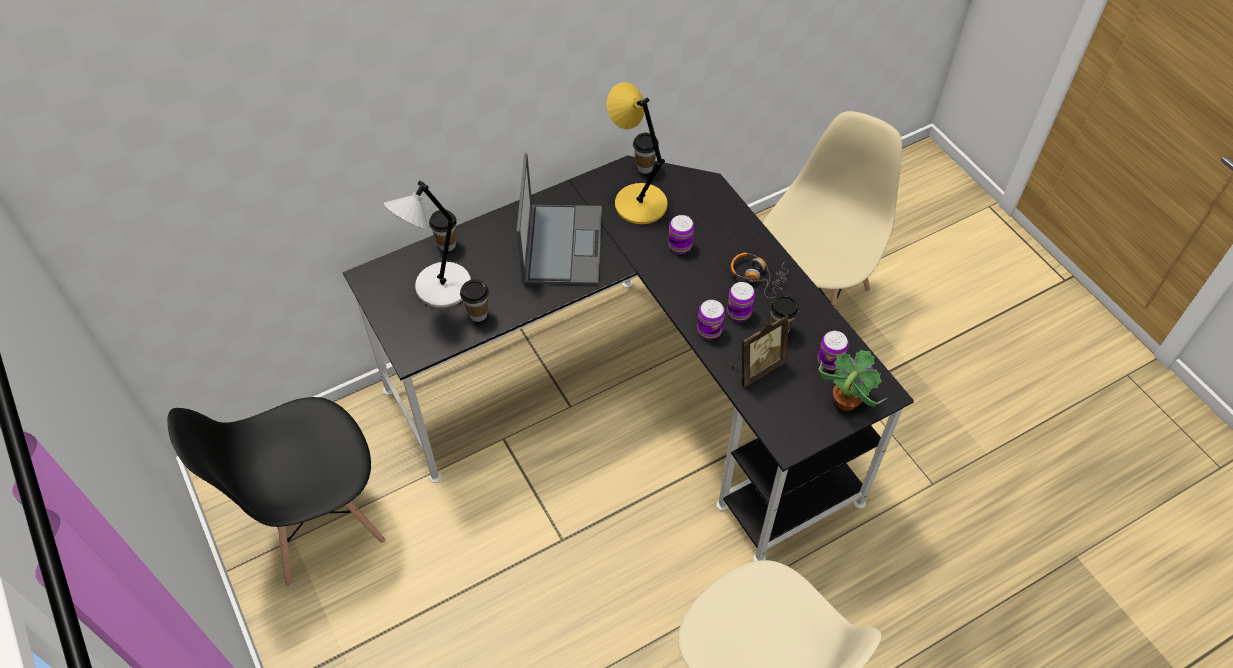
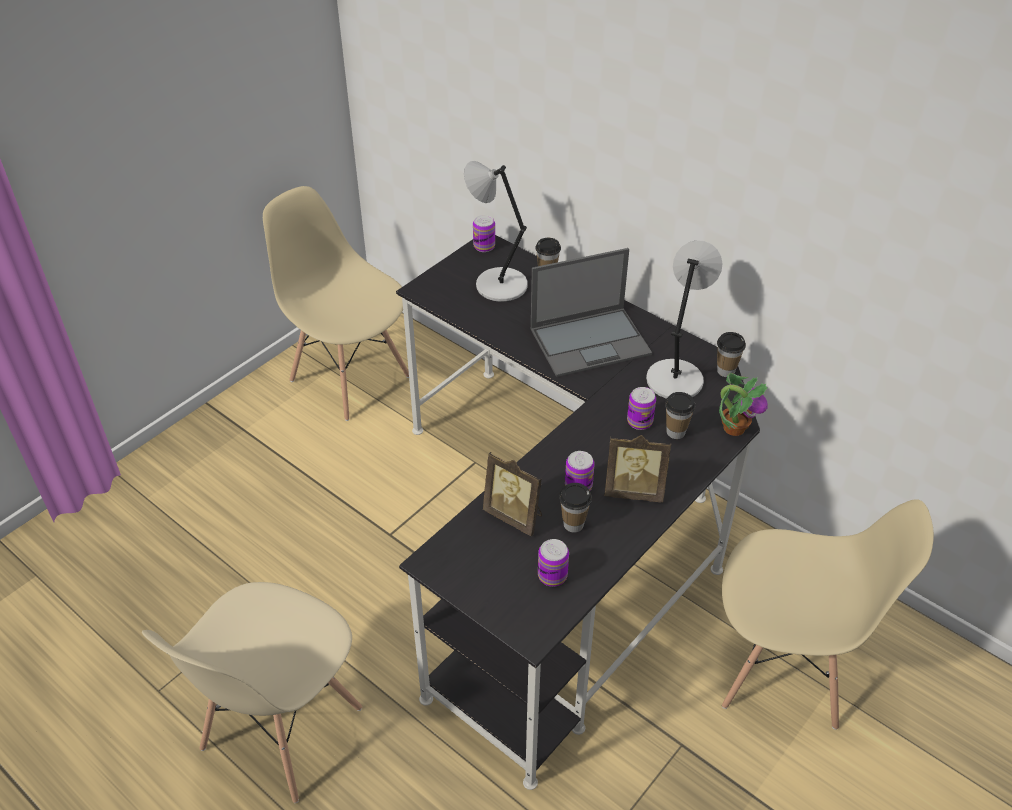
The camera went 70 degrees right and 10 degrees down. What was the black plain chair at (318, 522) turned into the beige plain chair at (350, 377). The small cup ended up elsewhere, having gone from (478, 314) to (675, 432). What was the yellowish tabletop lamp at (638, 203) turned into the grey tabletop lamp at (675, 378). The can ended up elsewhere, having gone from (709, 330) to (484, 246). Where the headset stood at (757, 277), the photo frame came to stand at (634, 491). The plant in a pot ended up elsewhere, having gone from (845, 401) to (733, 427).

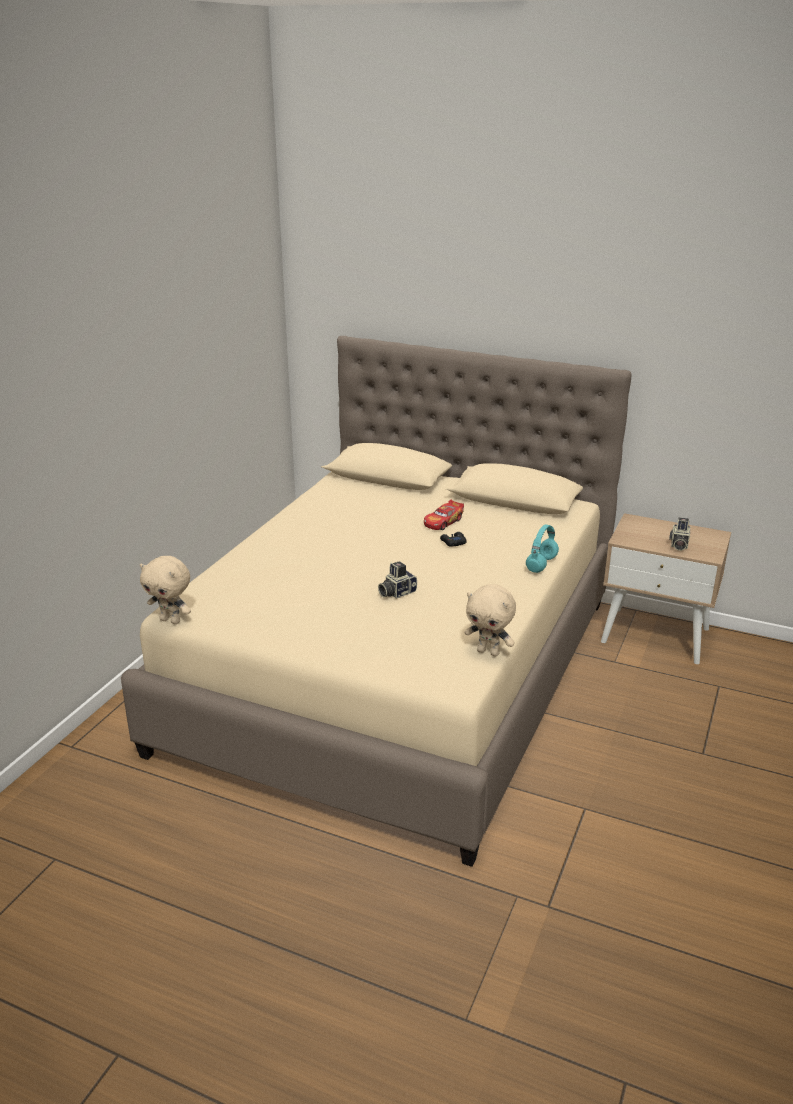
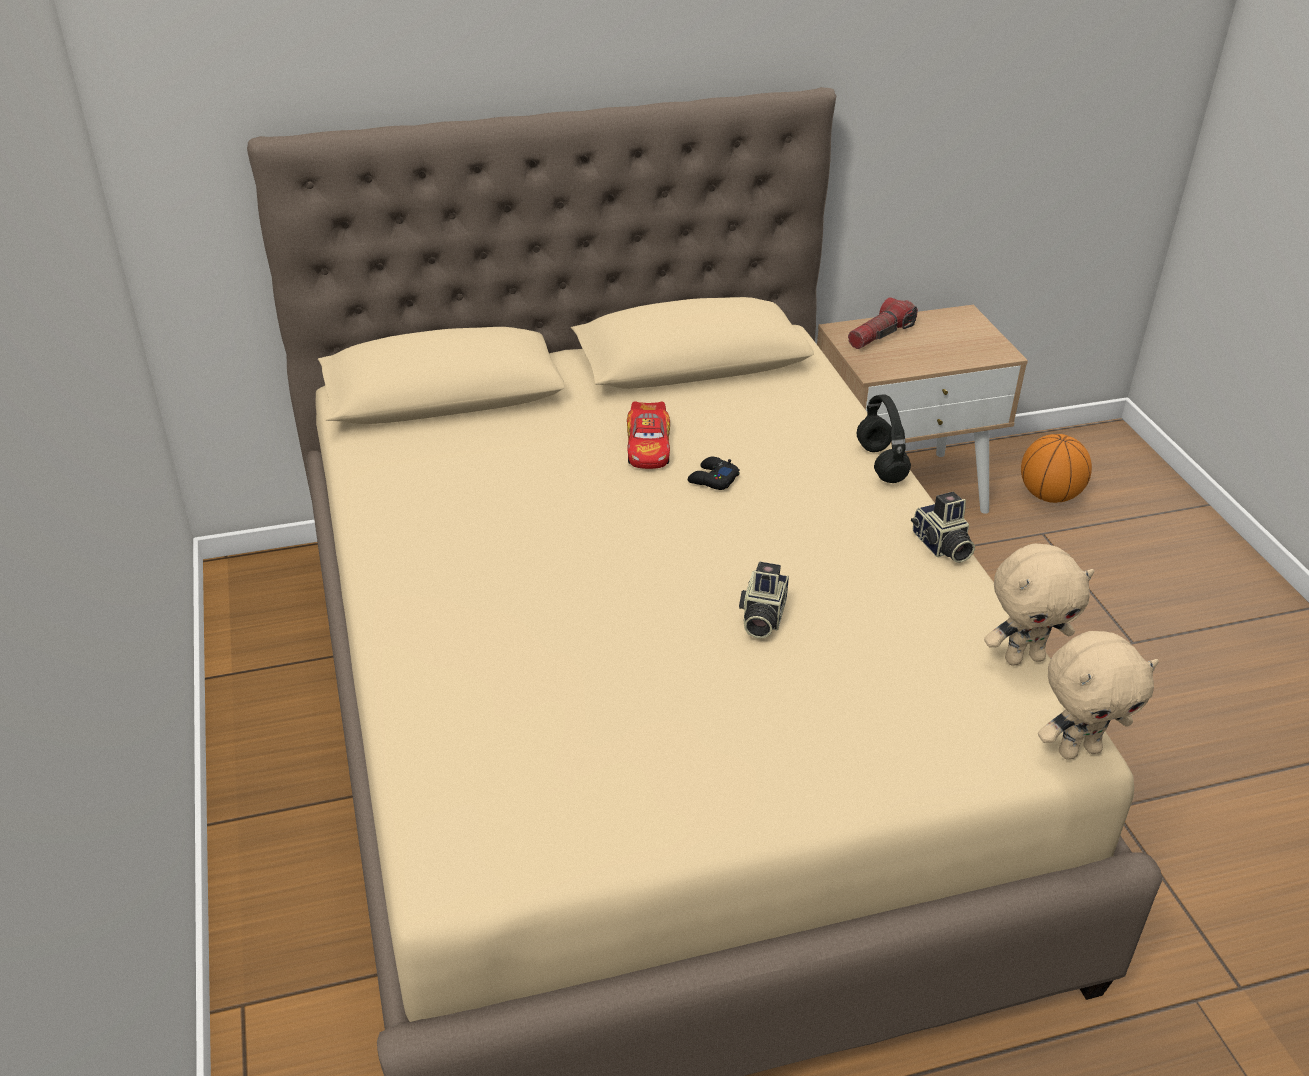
The camera went 40 degrees left and 10 degrees up. The beige soft toy ended up elsewhere, having gone from (171, 620) to (1078, 749). What was the turquoise-coloured headset at (541, 565) turned into the black headset at (882, 464). The still camera ended up elsewhere, having gone from (678, 545) to (941, 546). The second view gained the flashlight at (880, 335). The second view gained the ball for basketball at (1049, 495).

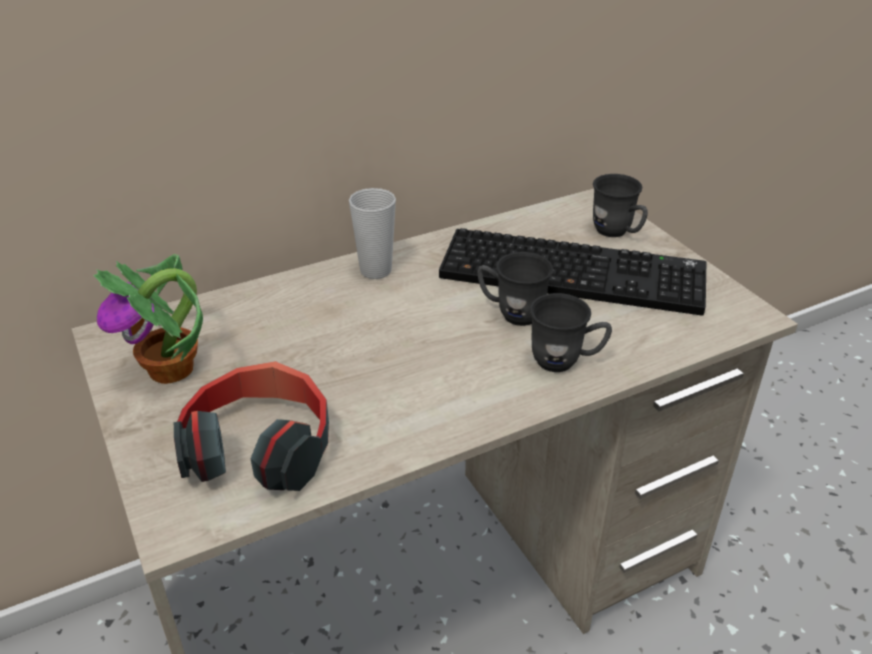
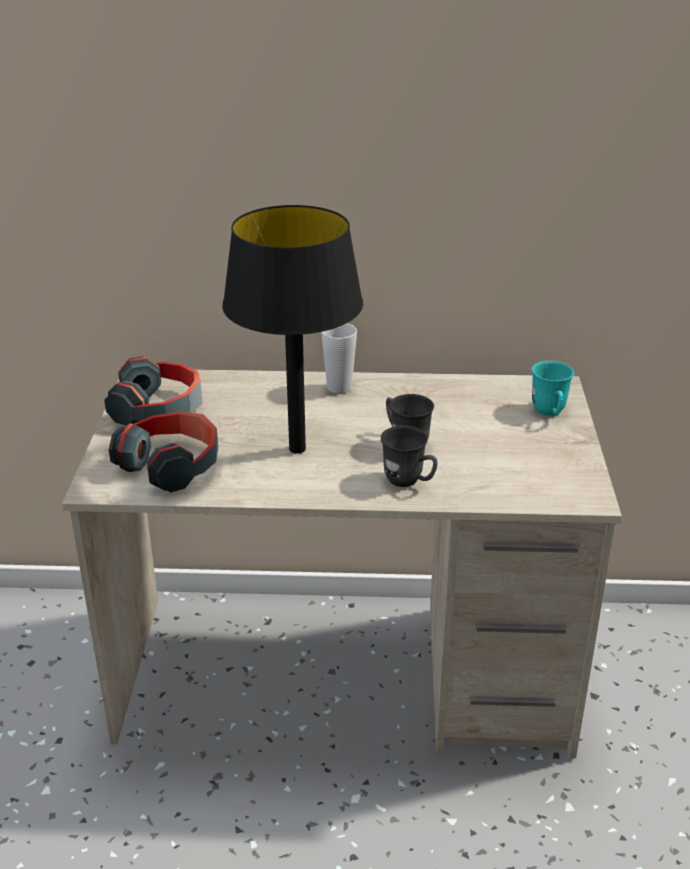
The camera went 30 degrees right and 5 degrees down. Where the plant in a pot stood at (172, 370), the headset came to stand at (159, 408). The second view lost the PC keyboard at (575, 272). What was the grey tea mug at (617, 233) turned into the turquoise-coloured tea mug at (550, 413). The second view gained the black tabletop lamp at (296, 449).

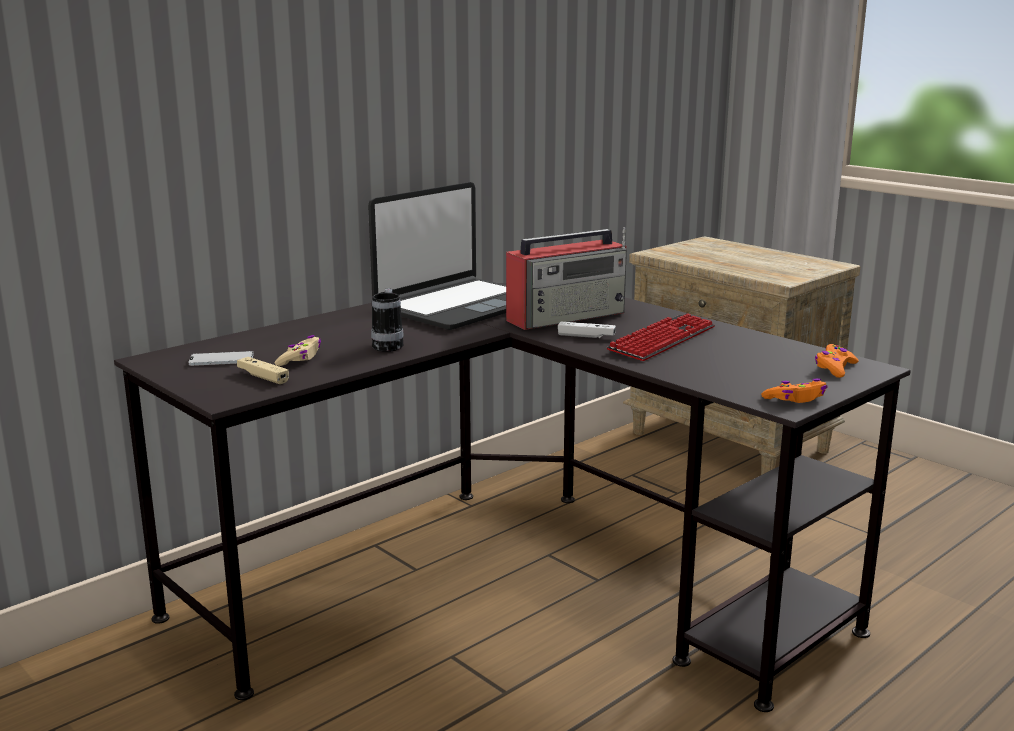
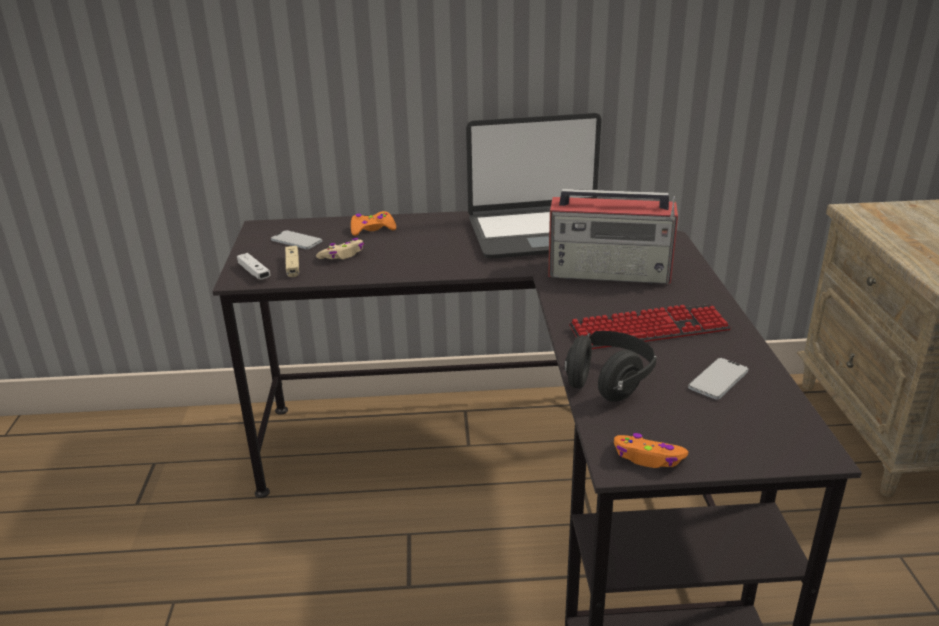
The camera went 40 degrees right and 10 degrees up. The second view lost the tea mug at (388, 345). The whitish joypad ended up elsewhere, having gone from (586, 336) to (254, 272). The orange joypad ended up elsewhere, having gone from (835, 368) to (372, 229). The second view gained the black headset at (608, 382). The second view gained the telephone at (718, 380).

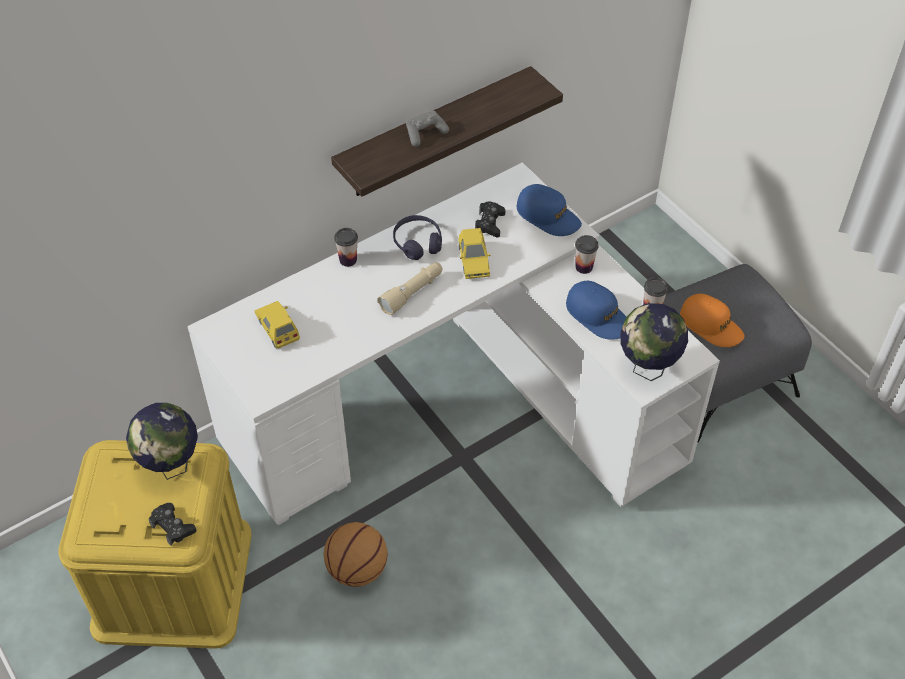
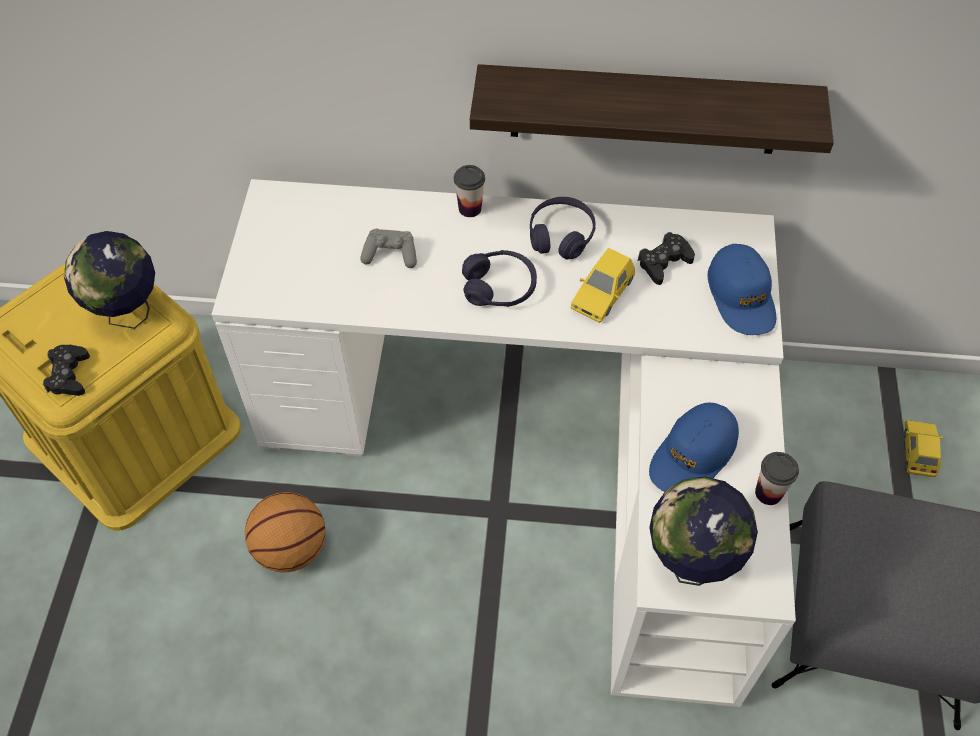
The camera went 40 degrees right and 5 degrees up. The yellowish miniature car ended up elsewhere, having gone from (277, 328) to (918, 451). Where the beige flashlight stood at (412, 293), the purplish headset came to stand at (499, 287). The grey joypad ended up elsewhere, having gone from (425, 133) to (390, 255). The blue-coloured cap at (598, 315) ended up facing another way, 45 degrees clockwise from before. The second view lost the small cup at (584, 267). The second view lost the orange cap at (711, 325).

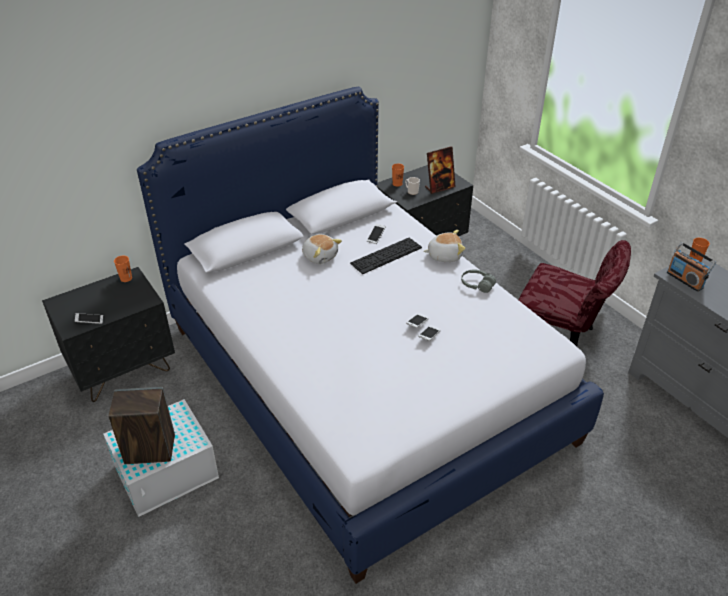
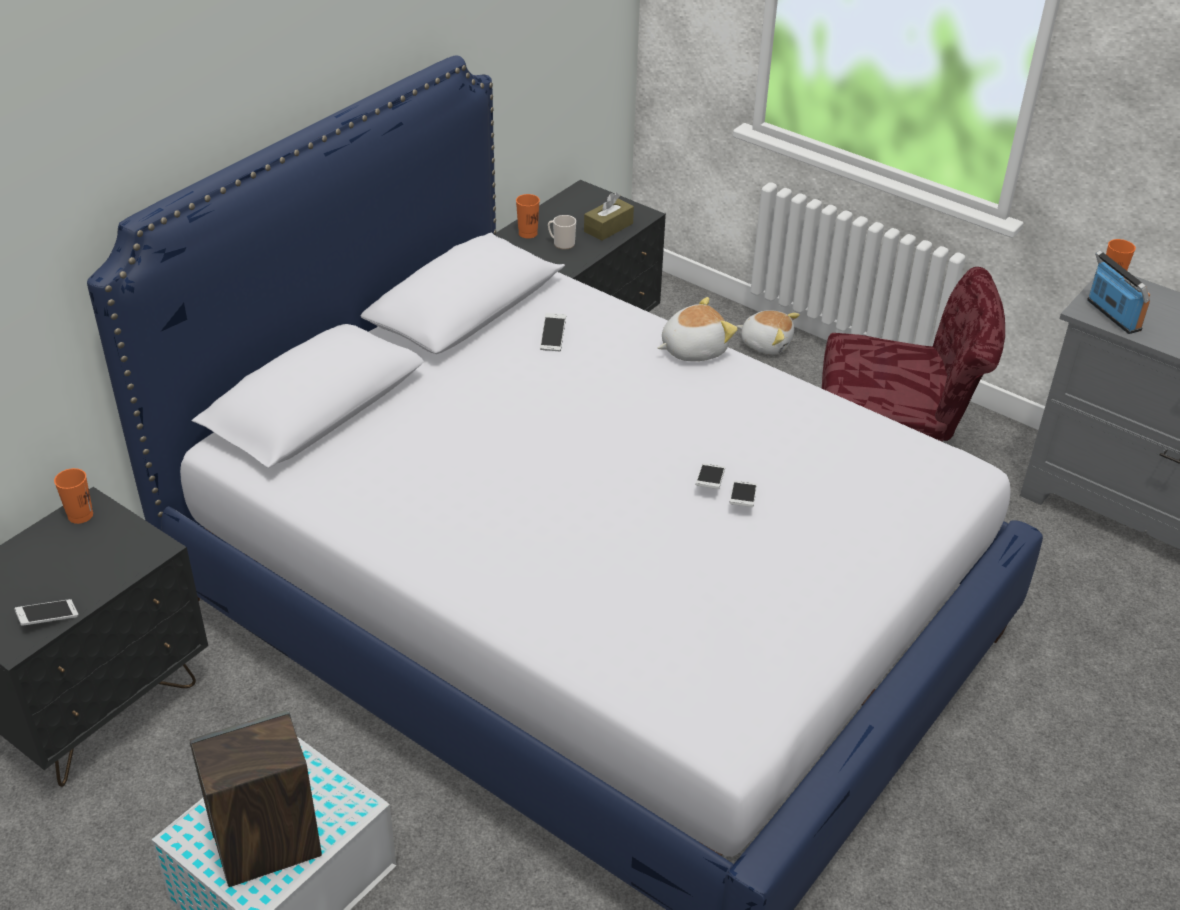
The camera went 20 degrees left and 0 degrees up. The soft toy ended up elsewhere, having gone from (320, 256) to (766, 343). The second view lost the PC keyboard at (386, 255). Where the photo frame stood at (439, 187), the brown tissue box came to stand at (608, 227). The second view lost the grey headset at (477, 285). The radio set at (685, 280) ended up facing another way, 150 degrees counterclockwise from before.

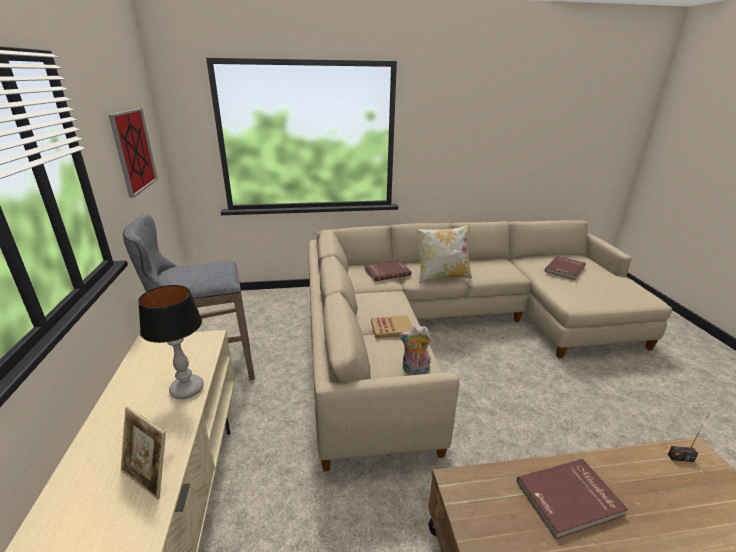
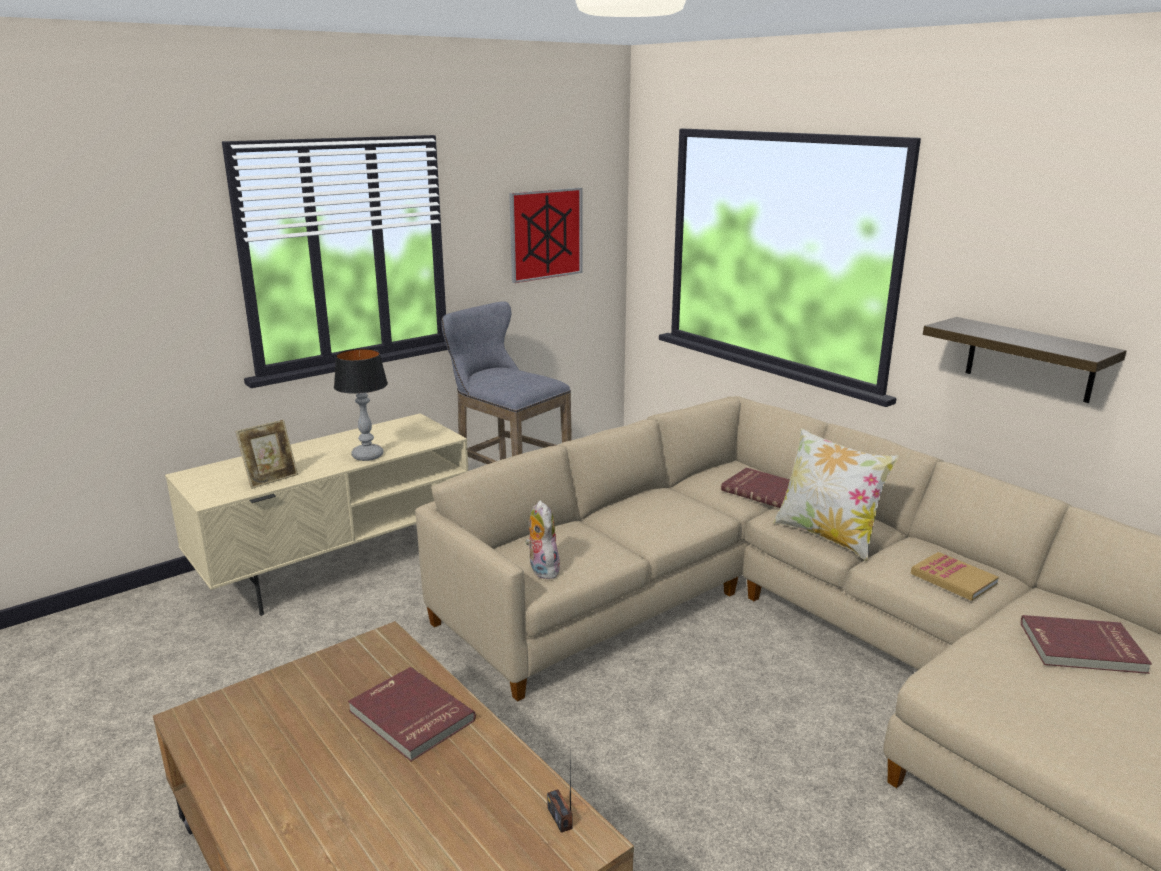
The camera went 60 degrees right and 5 degrees down. The photo frame at (150, 476) ended up facing another way, 135 degrees counterclockwise from before. The bound book ended up elsewhere, having gone from (392, 328) to (953, 579). The second view gained the shelf at (1030, 359).

